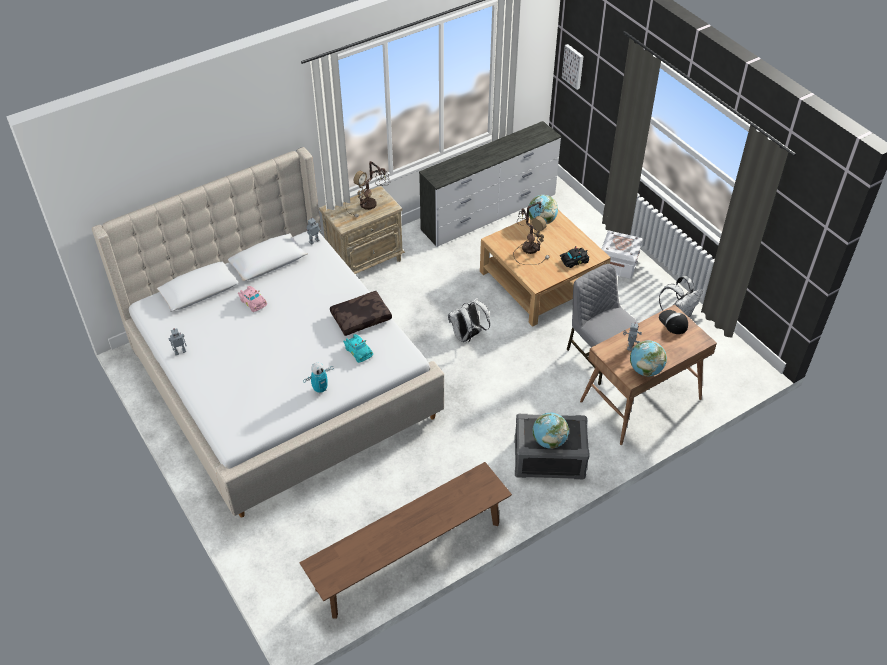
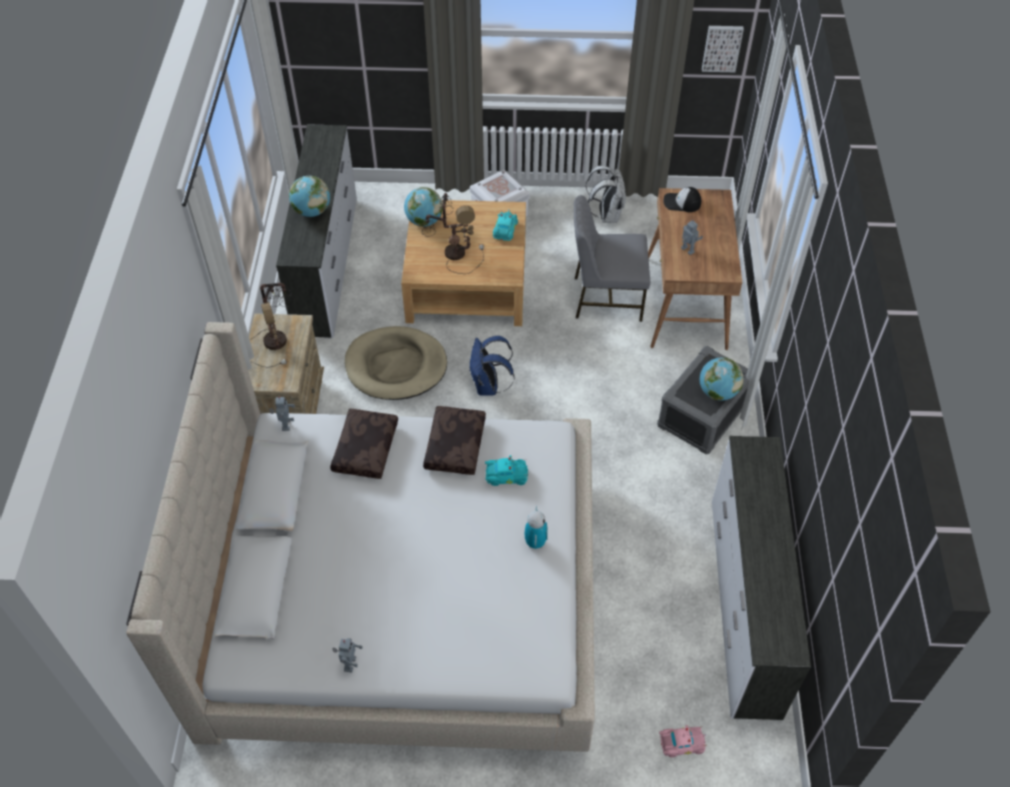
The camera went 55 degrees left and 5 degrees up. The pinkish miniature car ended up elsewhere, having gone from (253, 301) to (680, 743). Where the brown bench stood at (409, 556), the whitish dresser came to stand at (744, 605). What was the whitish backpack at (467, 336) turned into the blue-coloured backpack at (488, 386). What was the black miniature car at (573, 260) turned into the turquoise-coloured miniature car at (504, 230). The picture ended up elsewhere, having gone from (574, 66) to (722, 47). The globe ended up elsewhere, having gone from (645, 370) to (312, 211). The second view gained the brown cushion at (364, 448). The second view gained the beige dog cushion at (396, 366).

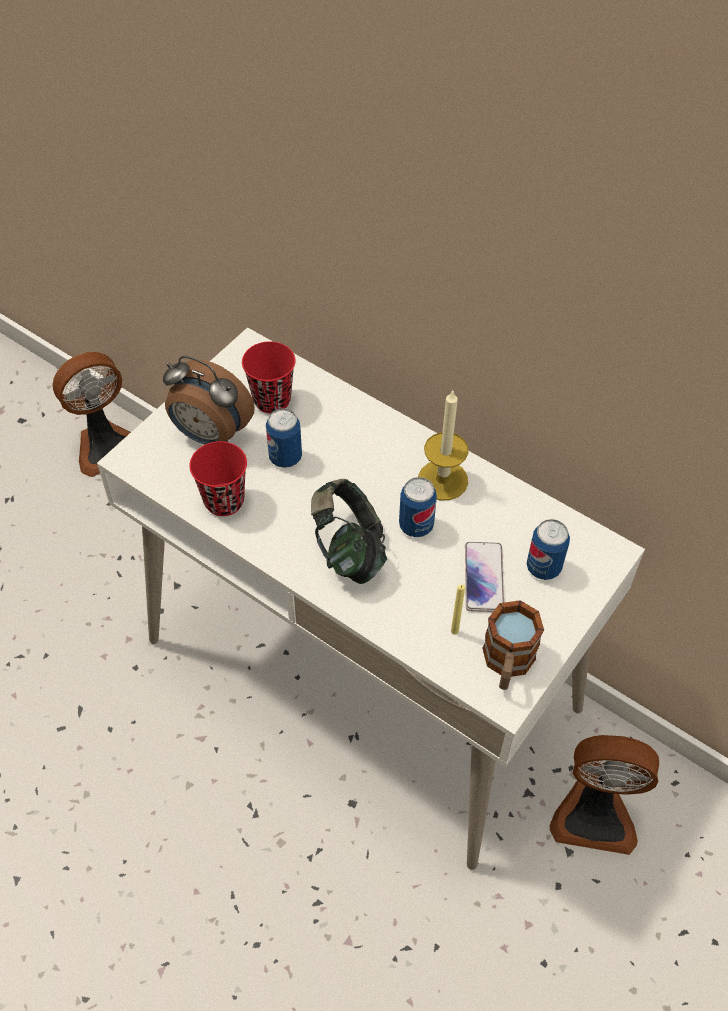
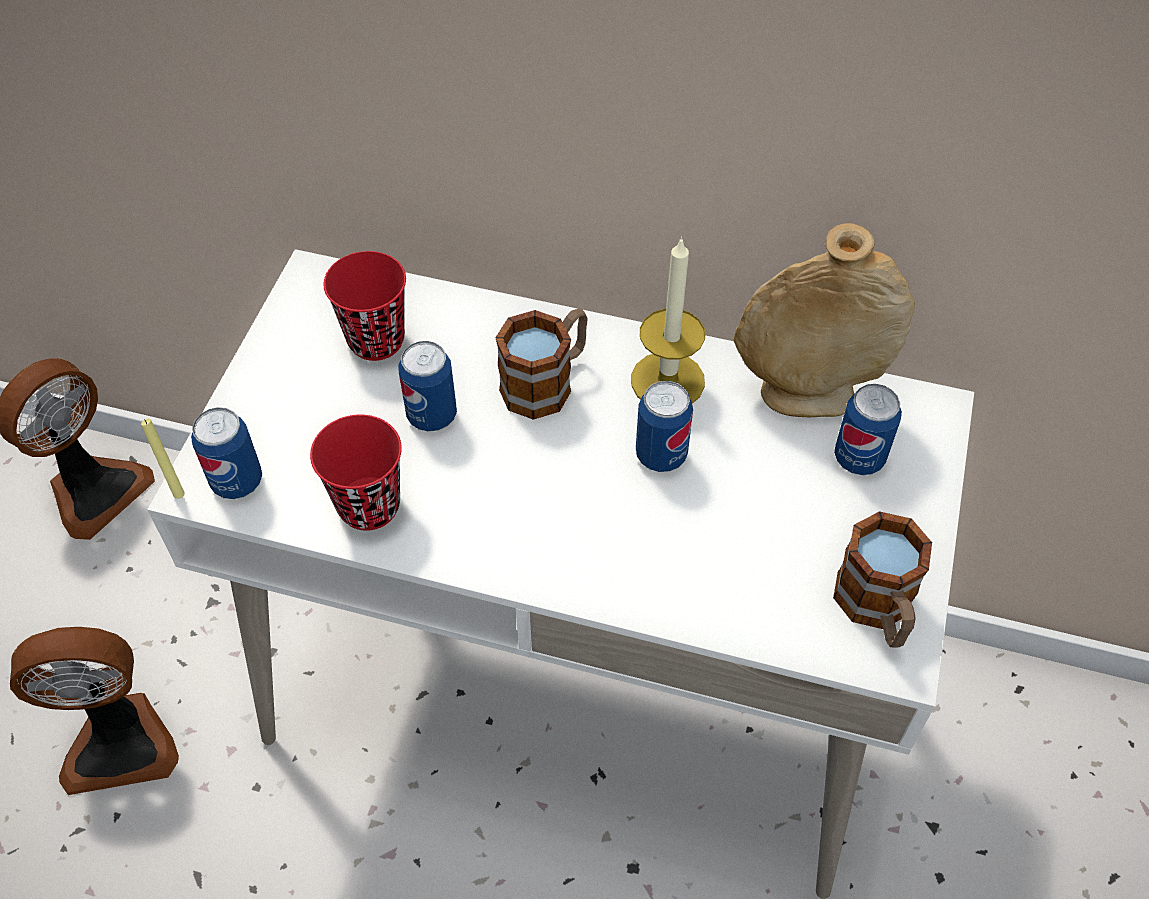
The camera went 20 degrees left and 0 degrees up. The second view lost the bedside clock at (210, 435). The second view lost the headset at (348, 550). The yellowish candle ended up elsewhere, having gone from (454, 631) to (178, 494). The second view lost the telephone at (484, 577). The cooling fan ended up elsewhere, having gone from (594, 813) to (120, 740). The second view gained the can at (237, 481). The second view gained the tea mug at (547, 382). The second view gained the beige decorative vase at (806, 394).

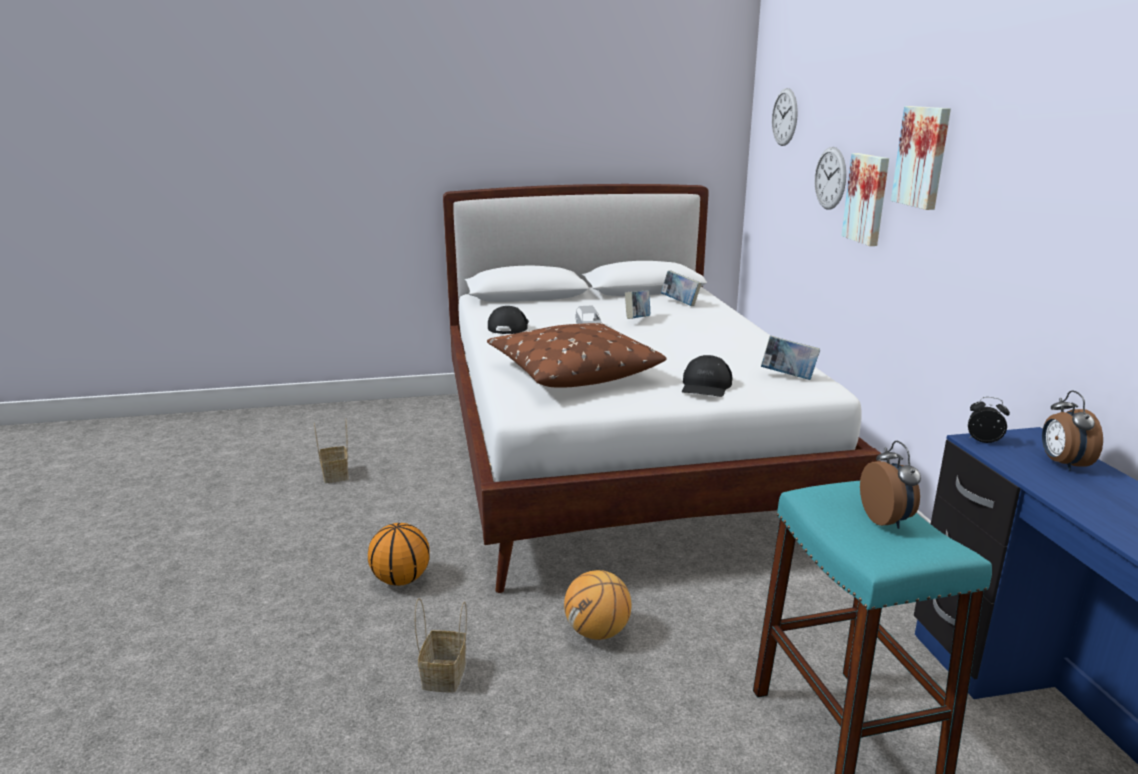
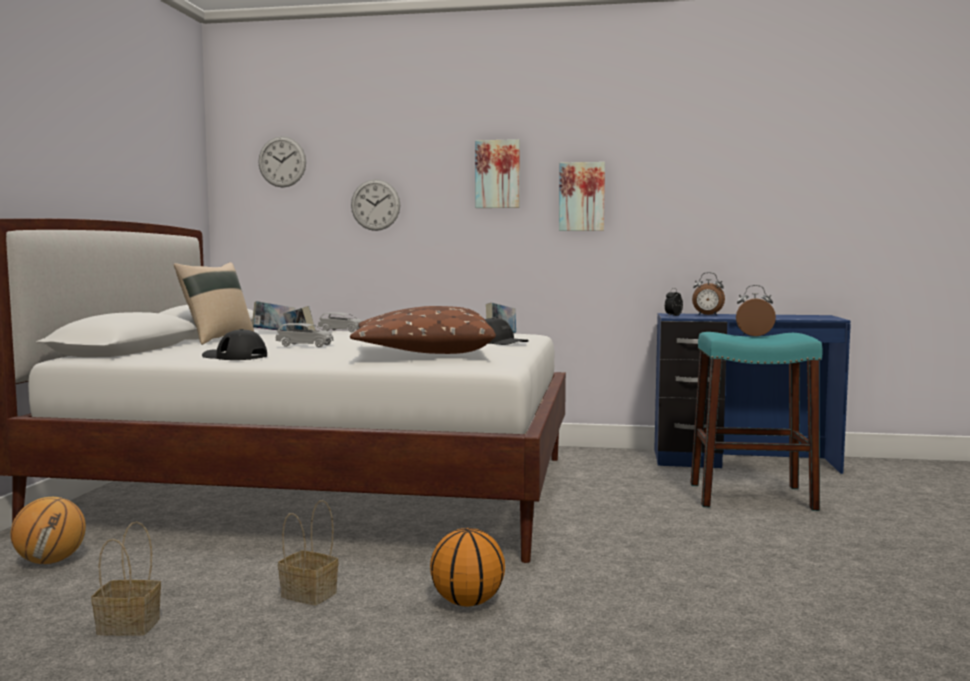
The camera went 70 degrees left and 15 degrees down. The basket ended up elsewhere, having gone from (444, 677) to (311, 594). The ball for basketball ended up elsewhere, having gone from (597, 632) to (51, 561). The picture ended up elsewhere, having gone from (868, 198) to (581, 197). The second view gained the beige cushion at (217, 339). The second view gained the grey miniature car at (342, 331).

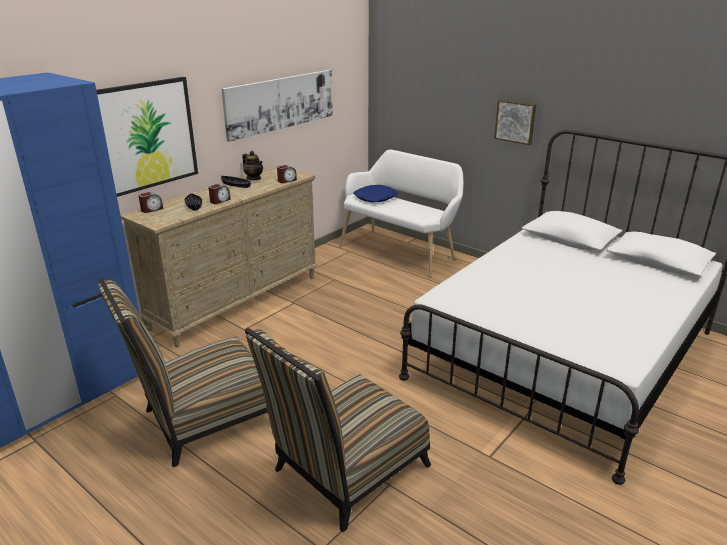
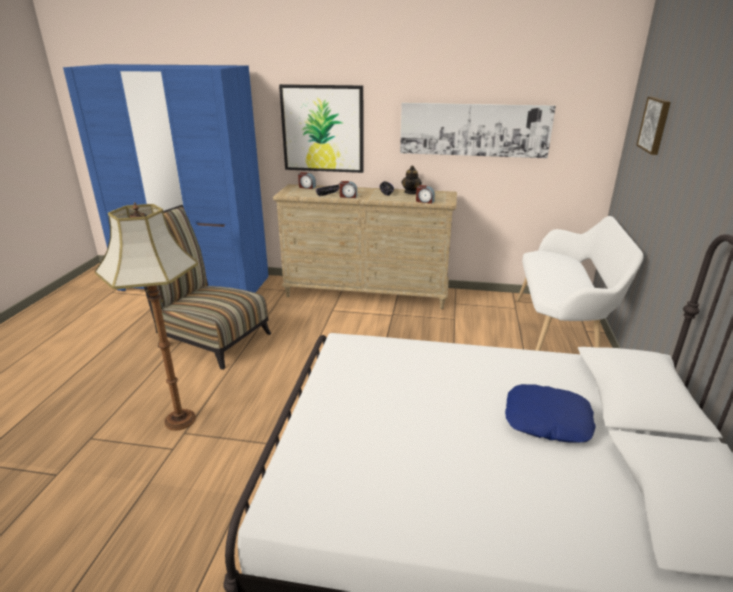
The camera went 60 degrees right and 0 degrees up. Where the plain chair stood at (344, 472), the floor lamp came to stand at (179, 420). The blue-coloured cushion ended up elsewhere, having gone from (375, 198) to (547, 421). The picture ended up elsewhere, having gone from (515, 121) to (655, 125).

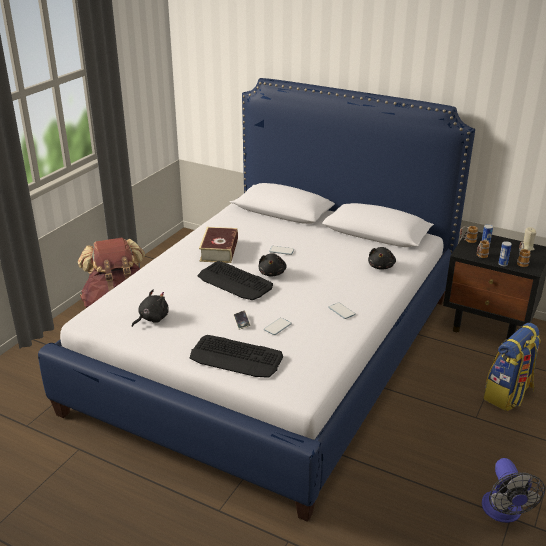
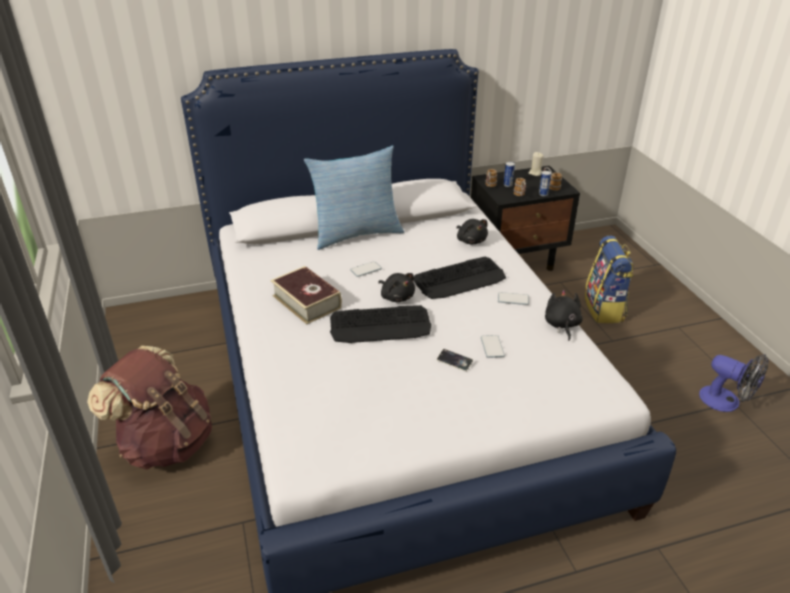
The camera went 45 degrees left and 5 degrees up. The black soft toy ended up elsewhere, having gone from (152, 319) to (561, 325). The PC keyboard ended up elsewhere, having gone from (236, 357) to (460, 279). The second view gained the cushion at (356, 234).

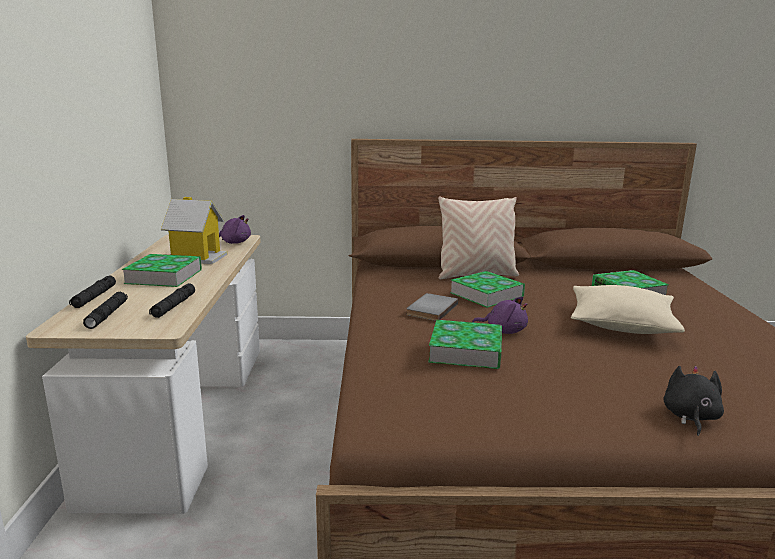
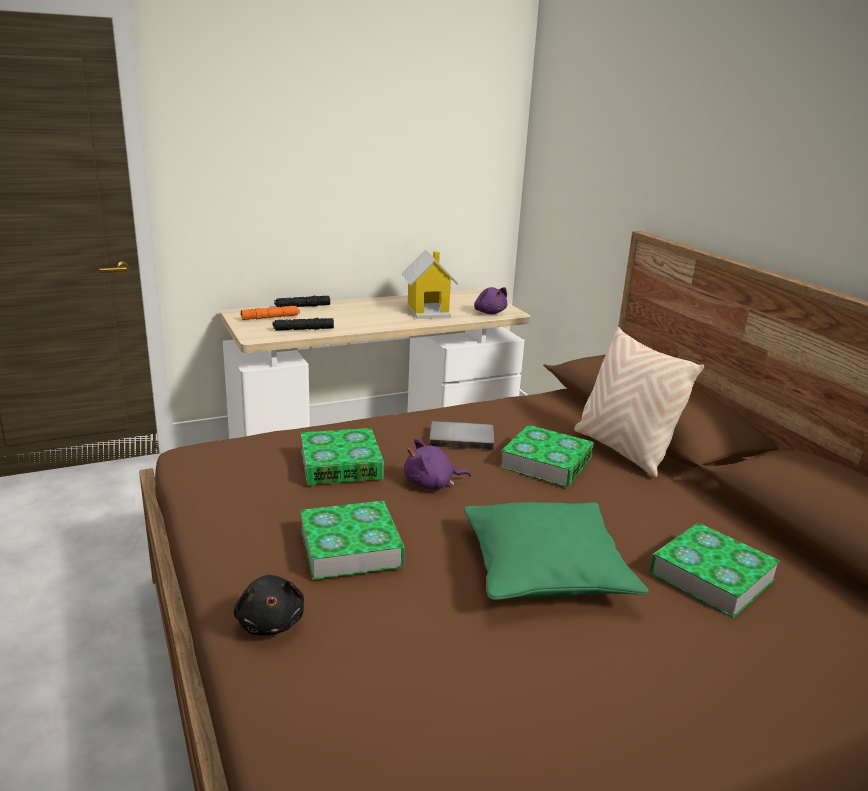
The camera went 65 degrees right and 5 degrees up. What was the black flashlight at (107, 315) turned into the orange flashlight at (270, 317). The bound book ended up elsewhere, having gone from (164, 276) to (350, 547). The purplish soft toy at (503, 331) ended up facing another way, 75 degrees clockwise from before. What was the beige cushion at (621, 324) turned into the green-coloured cushion at (545, 570). The black soft toy at (690, 417) ended up facing another way, 75 degrees clockwise from before.

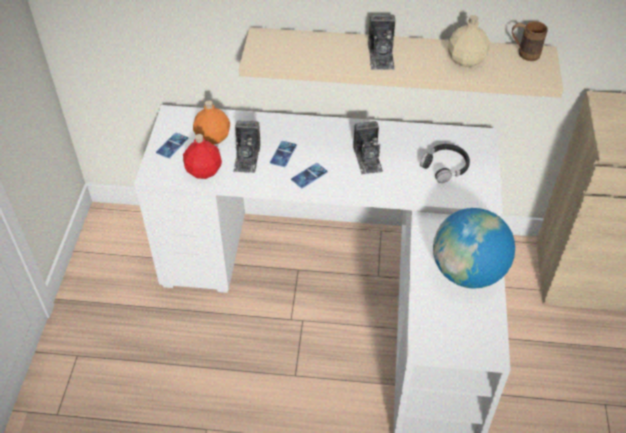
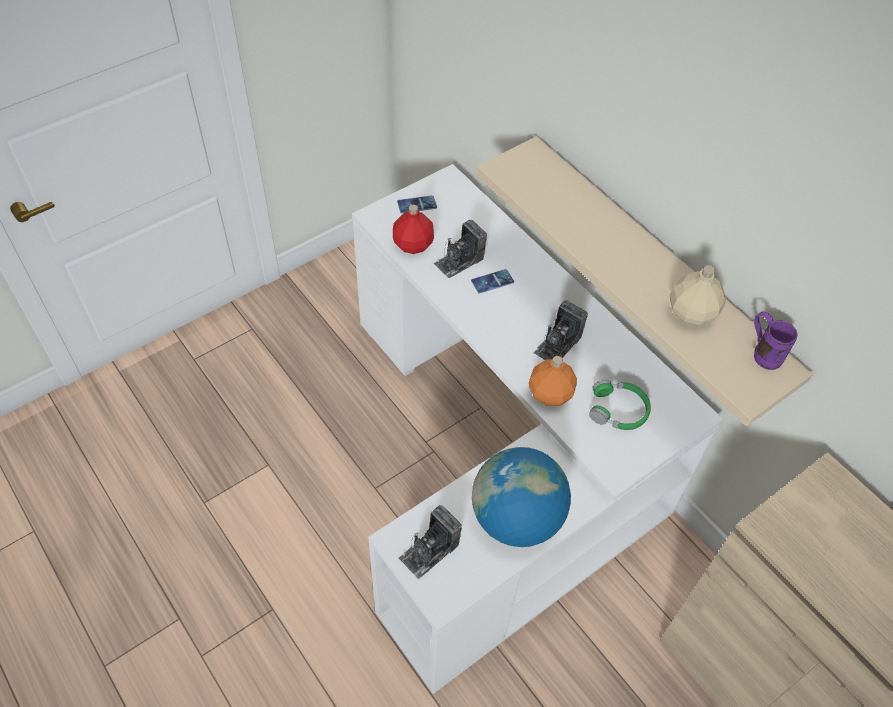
The camera went 45 degrees right and 5 degrees up. The orange beverage bottle ended up elsewhere, having gone from (213, 137) to (551, 394). The second view lost the telephone at (309, 176). The still camera ended up elsewhere, having gone from (381, 56) to (429, 551). What was the black headset at (445, 167) turned into the green-coloured headset at (618, 410). What was the brown tea mug at (523, 54) turned into the purplish tea mug at (762, 353).

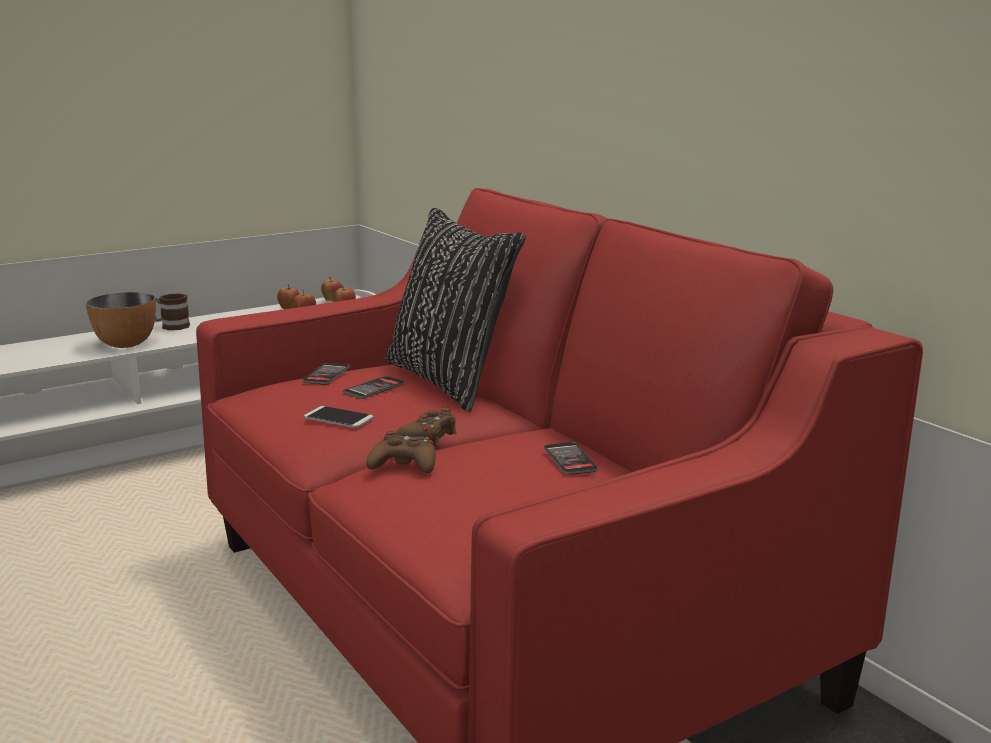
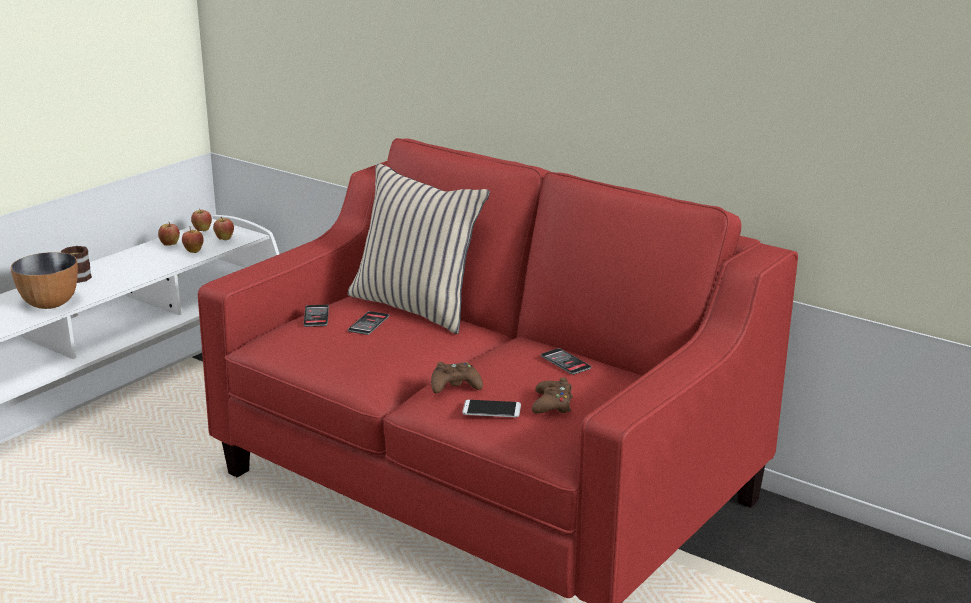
The camera went 20 degrees left and 5 degrees up. The telephone ended up elsewhere, having gone from (338, 418) to (491, 409). What was the black cushion at (450, 380) turned into the beige cushion at (417, 307). The brown joypad ended up elsewhere, having gone from (428, 437) to (552, 404).

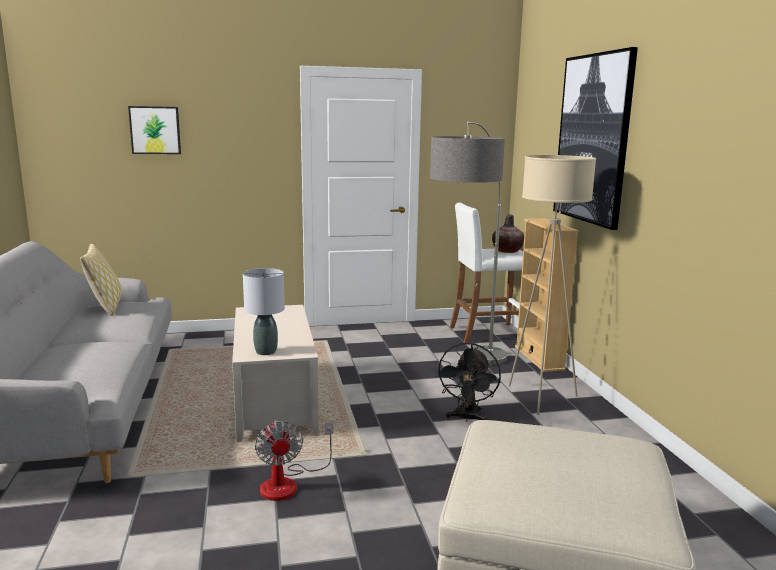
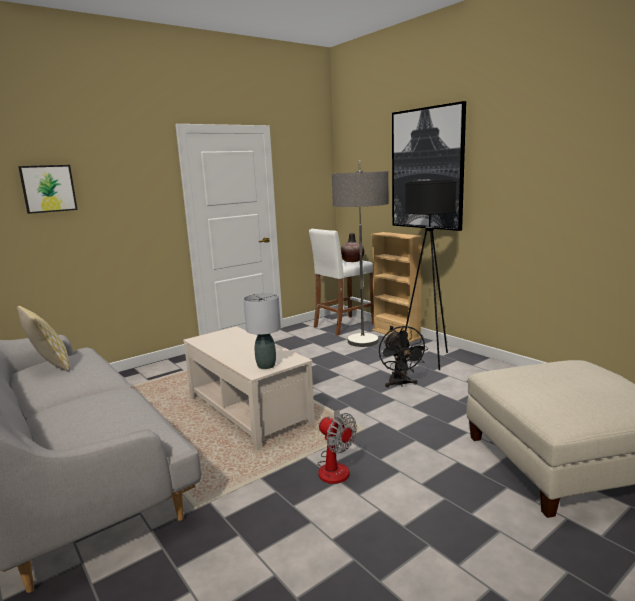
The camera went 25 degrees left and 0 degrees up. What was the beige floor lamp at (540, 398) turned into the black floor lamp at (427, 359).

